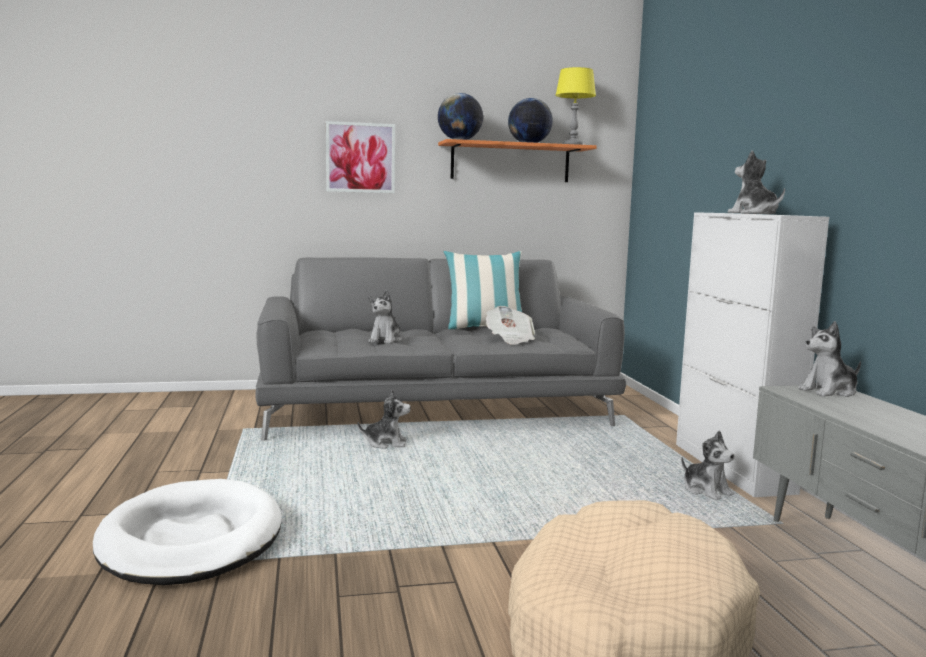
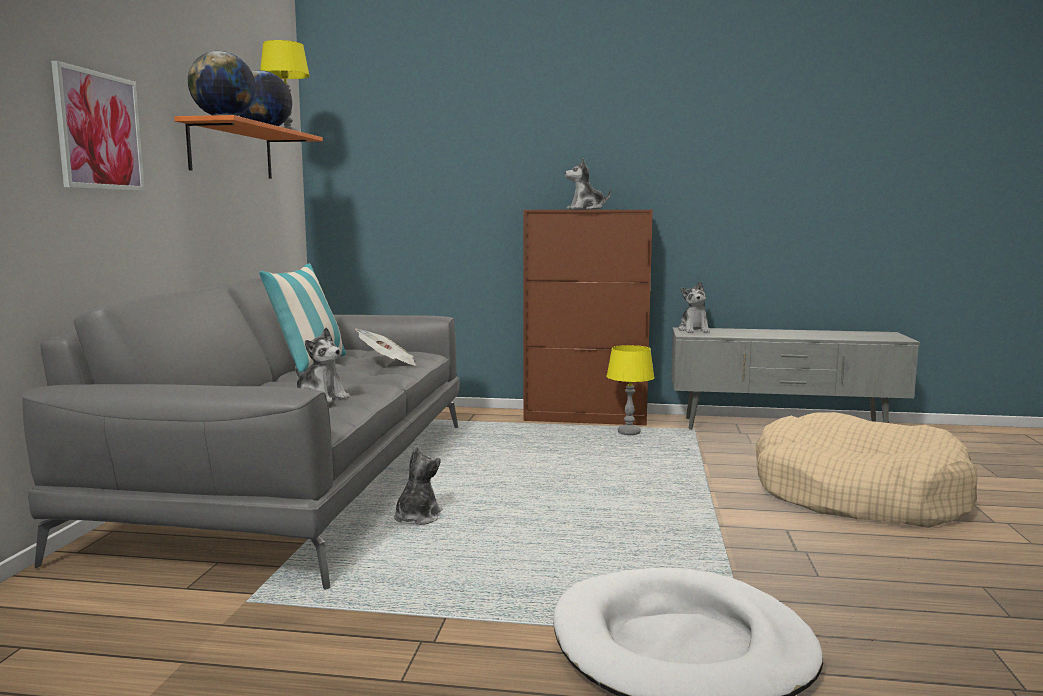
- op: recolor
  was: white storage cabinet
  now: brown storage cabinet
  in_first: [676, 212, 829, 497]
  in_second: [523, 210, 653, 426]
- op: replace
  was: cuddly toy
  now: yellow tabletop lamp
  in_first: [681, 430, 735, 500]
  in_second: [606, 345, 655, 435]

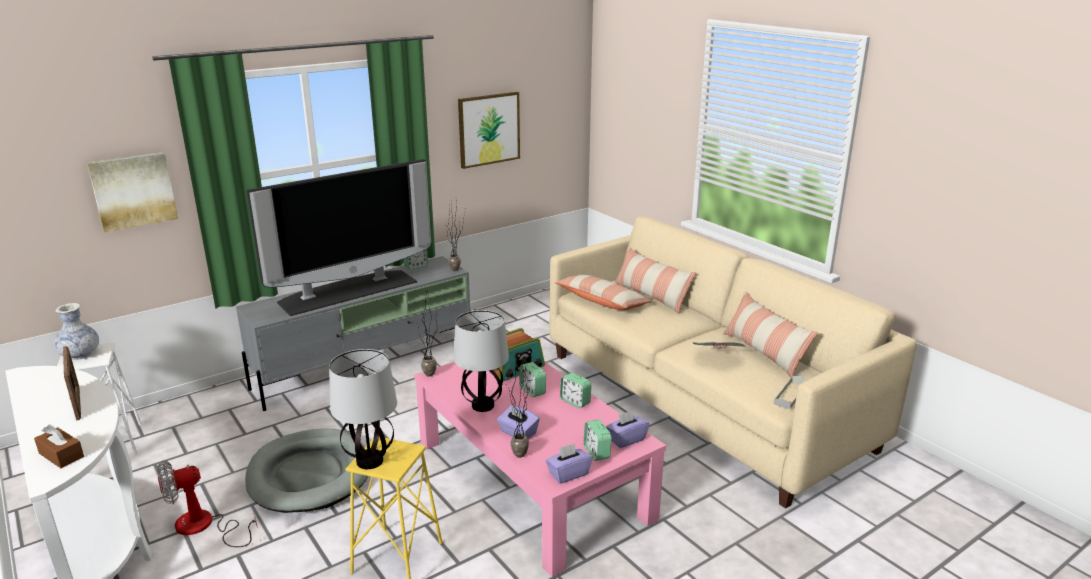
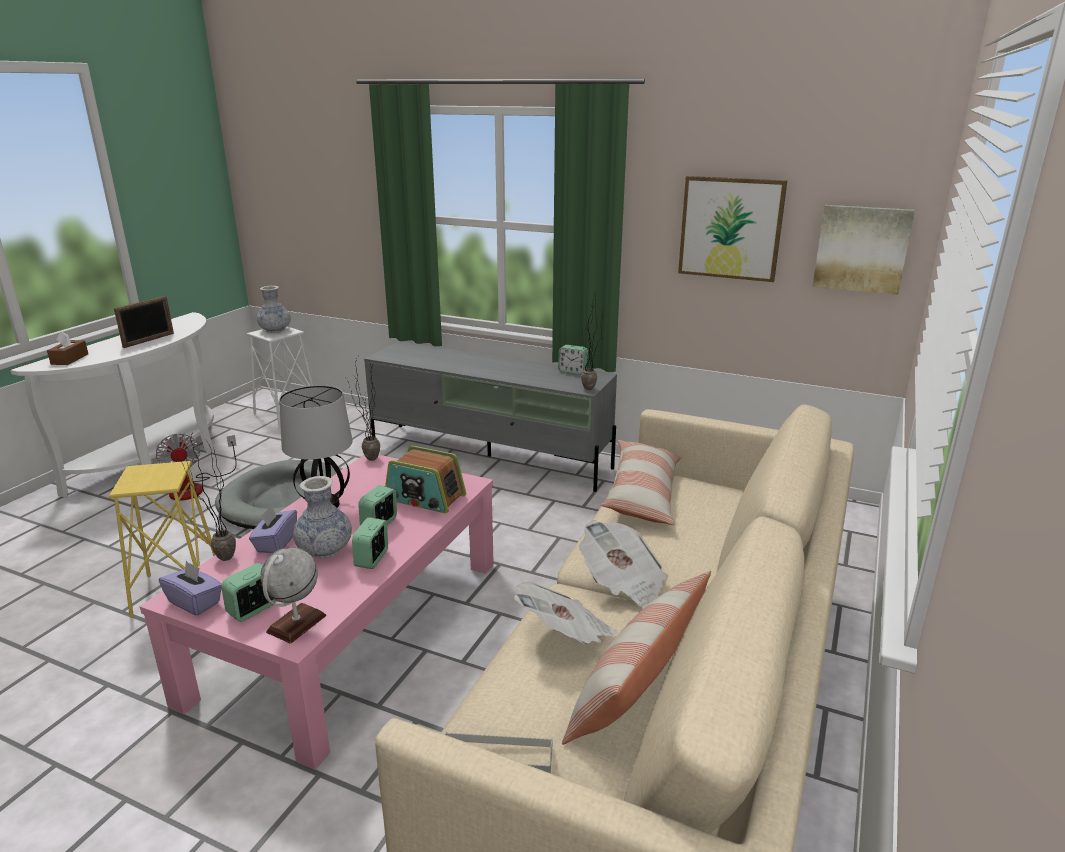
- op: rotate
  was: electric fan
  in_first: [157, 461, 257, 547]
  in_second: [156, 434, 237, 501]
  clockwise: -150
- op: replace
  was: purplish tissue box
  now: globe
  in_first: [606, 410, 650, 448]
  in_second: [260, 547, 326, 644]
- op: insert
  now: flower vase
  in_second: [293, 476, 352, 558]
- op: insert
  now: daily paper
  in_second: [579, 520, 668, 607]
- op: move
  was: wall art
  in_first: [87, 152, 178, 232]
  in_second: [812, 205, 915, 295]
- op: delete
  was: TV set
  in_first: [246, 159, 431, 316]
- op: delete
  was: tabletop lamp
  in_first: [329, 349, 397, 469]
- op: delete
  was: cushion
  in_first: [614, 247, 696, 314]

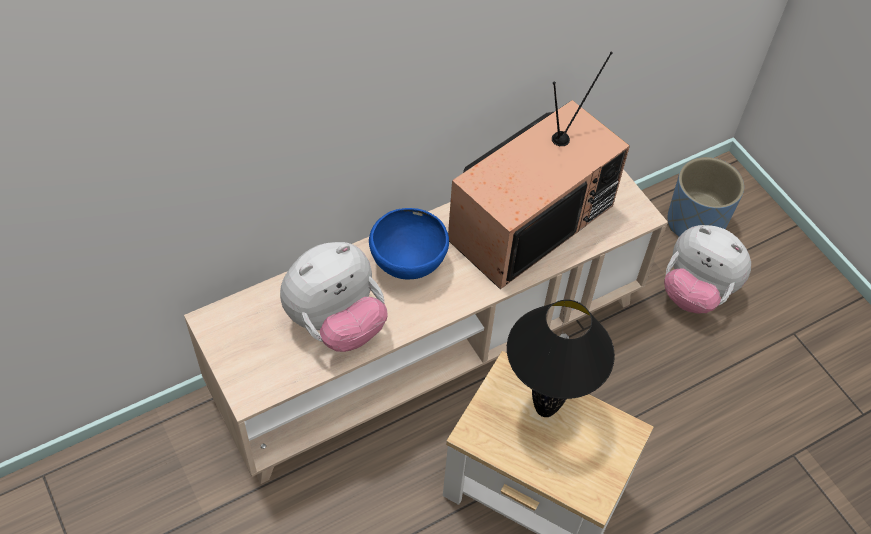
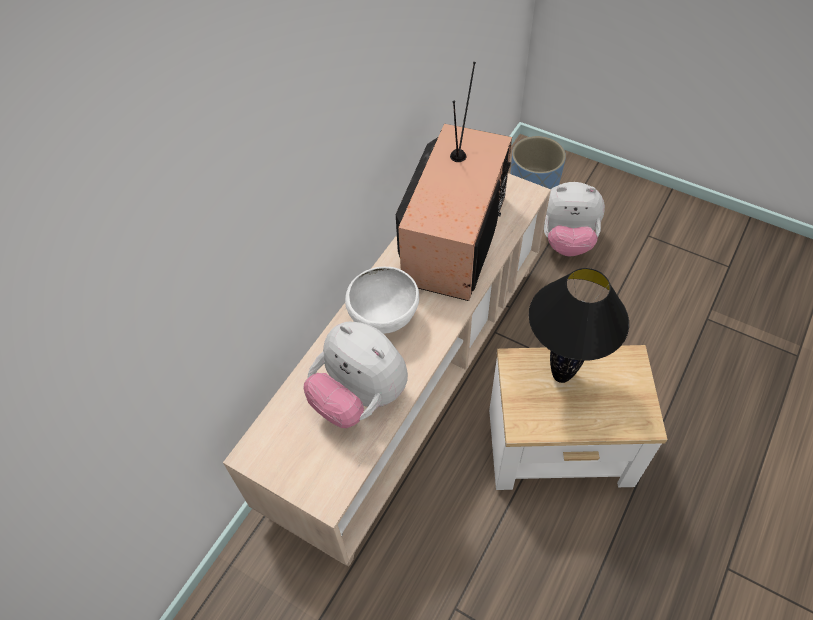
- op: rotate
  was: cuddly toy
  in_first: [280, 242, 388, 352]
  in_second: [304, 321, 408, 428]
  clockwise: 105
- op: recolor
  was: blue bowl
  now: white bowl
  in_first: [369, 208, 449, 280]
  in_second: [345, 267, 419, 334]

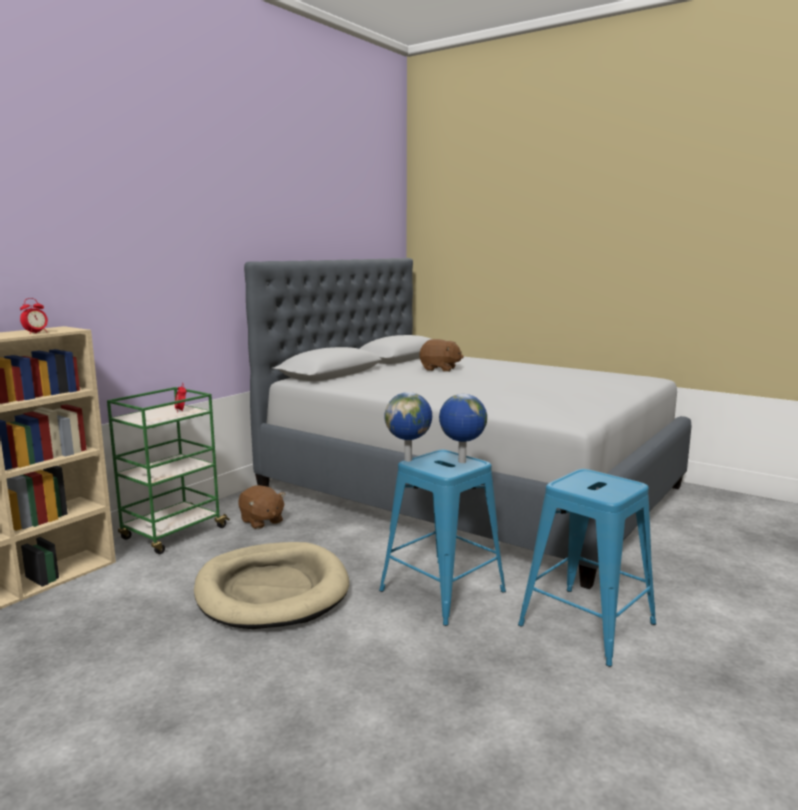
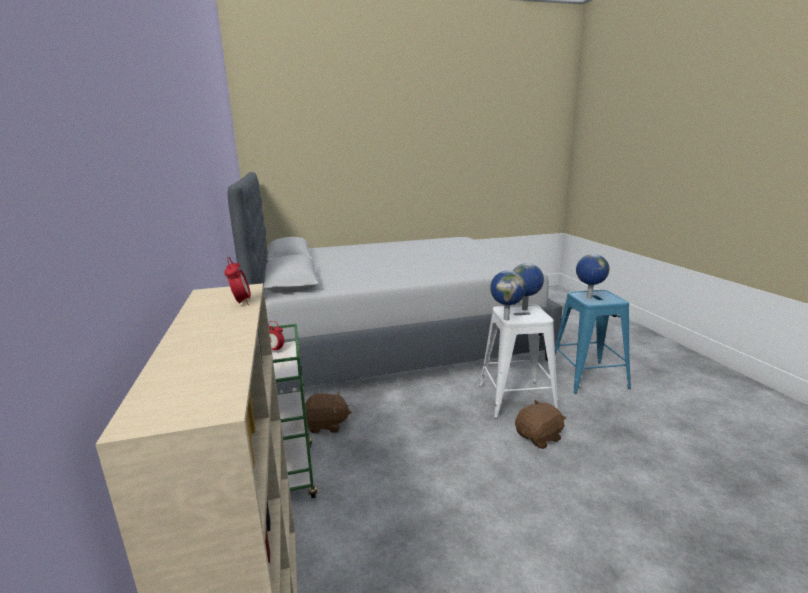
- op: recolor
  was: blue sitting stool
  now: white sitting stool
  in_first: [379, 450, 506, 626]
  in_second: [479, 305, 558, 418]
- op: move
  was: brown cuddly toy
  in_first: [419, 339, 464, 372]
  in_second: [515, 400, 567, 449]
- op: insert
  now: globe
  in_second: [576, 254, 609, 299]
- op: delete
  was: beige dog bed
  in_first: [194, 542, 349, 629]

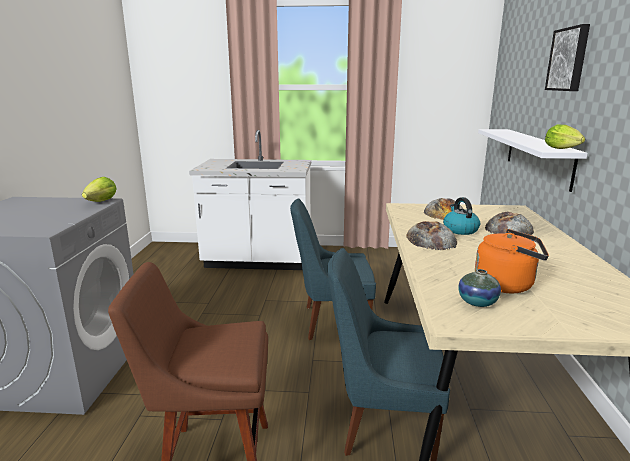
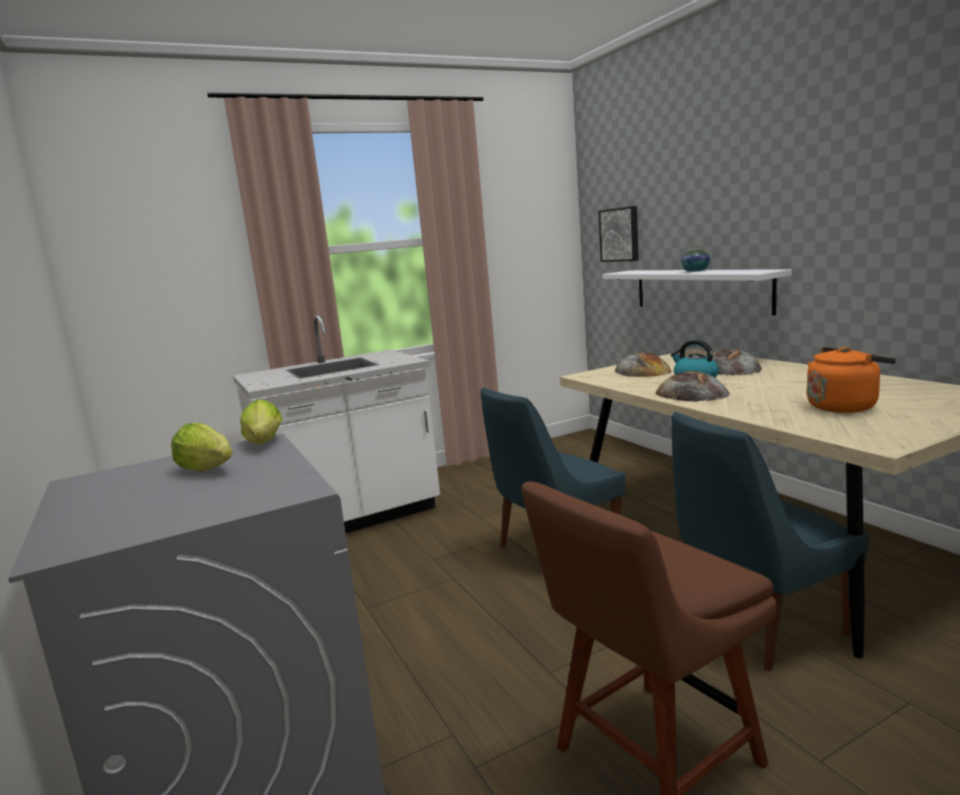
- op: move
  was: lettuce
  in_first: [545, 124, 585, 149]
  in_second: [171, 423, 233, 472]
- op: move
  was: wall art
  in_first: [545, 24, 590, 91]
  in_second: [598, 206, 639, 262]
- op: move
  was: flower vase
  in_first: [458, 269, 501, 307]
  in_second: [681, 246, 710, 272]

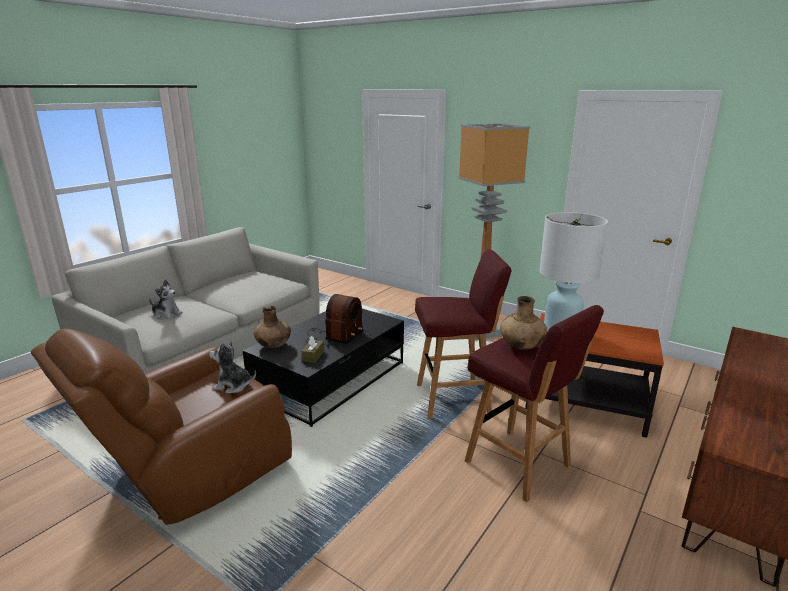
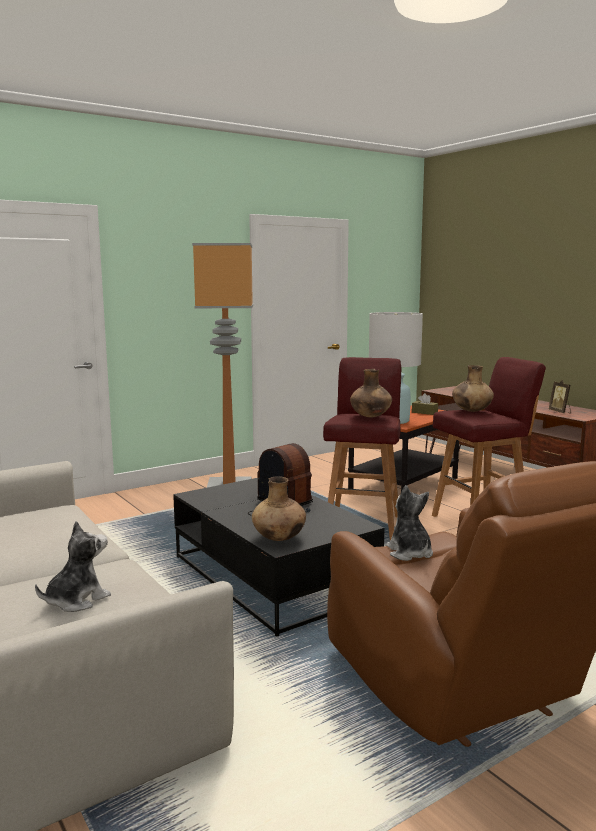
- op: insert
  now: brown flower vase
  in_second: [350, 369, 392, 417]
- op: rotate
  was: cuddly toy
  in_first: [209, 341, 256, 394]
  in_second: [386, 485, 433, 561]
  clockwise: 135
- op: move
  was: brown tissue box
  in_first: [301, 336, 324, 363]
  in_second: [412, 393, 438, 415]
- op: insert
  now: picture frame
  in_second: [549, 380, 571, 413]

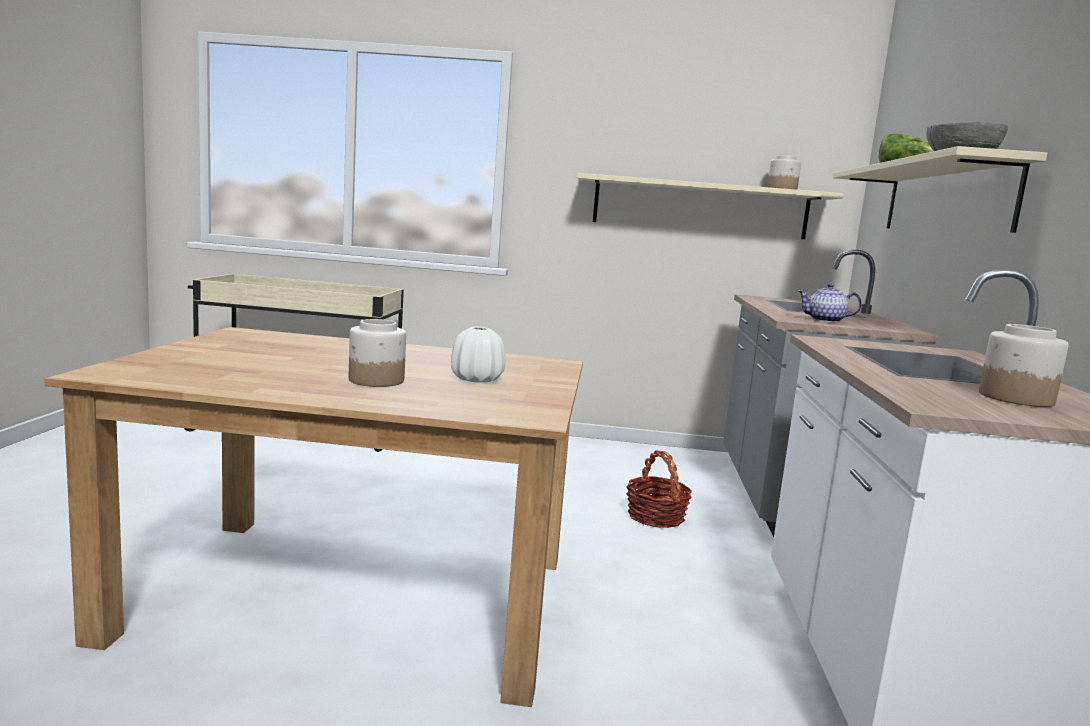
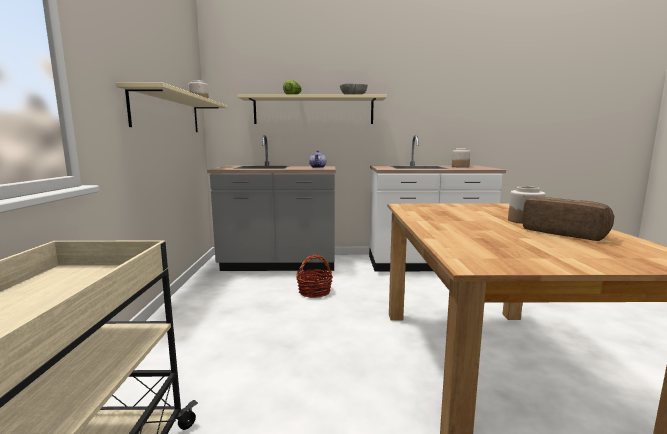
- op: insert
  now: baked bread
  in_second: [522, 197, 614, 241]
- op: delete
  was: white flower vase
  in_first: [451, 327, 505, 383]

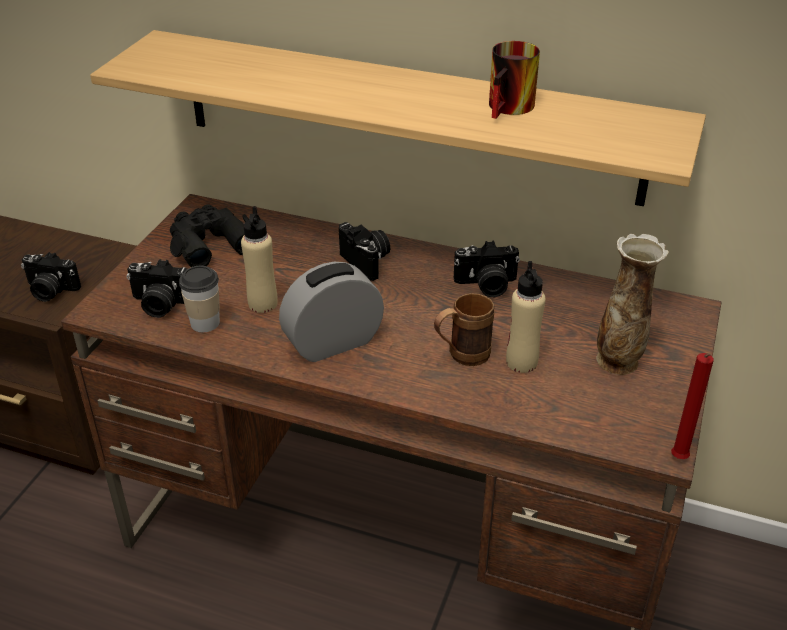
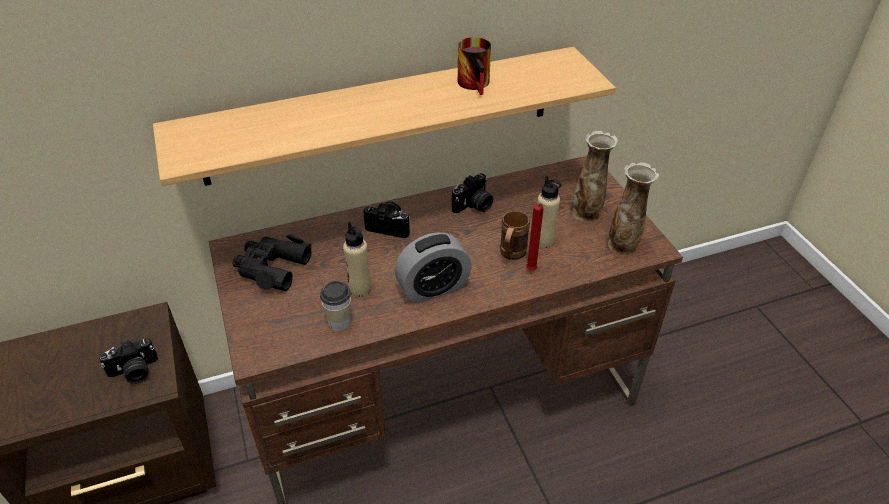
- op: rotate
  was: table clock
  in_first: [279, 262, 384, 362]
  in_second: [395, 232, 472, 303]
  clockwise: -135
- op: move
  was: red wax light
  in_first: [671, 353, 714, 459]
  in_second: [526, 203, 544, 271]
- op: insert
  now: flower vase
  in_second: [608, 162, 659, 256]
- op: delete
  was: photo camera
  in_first: [127, 259, 187, 318]

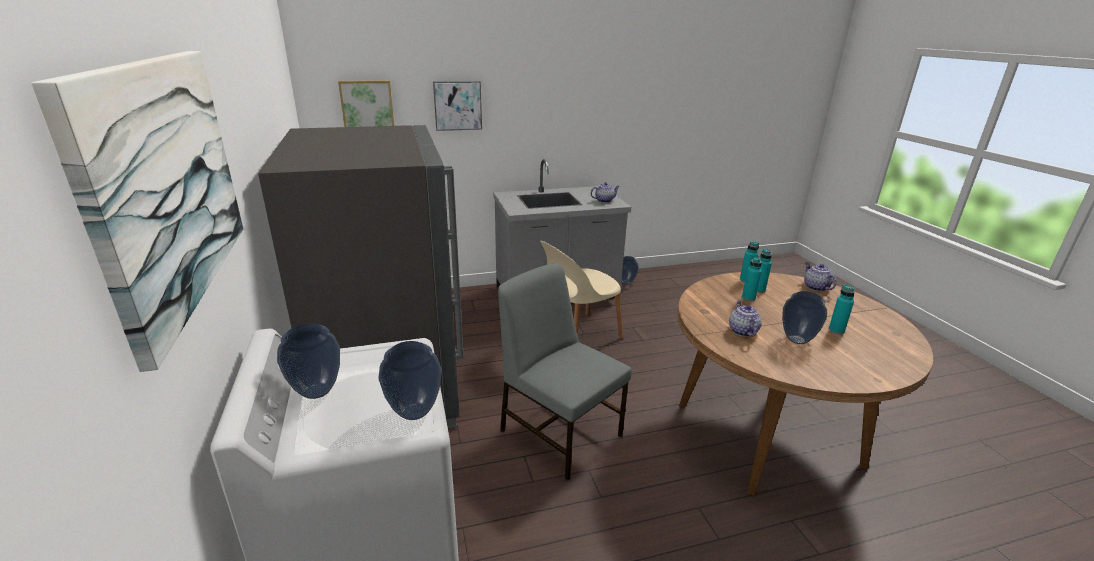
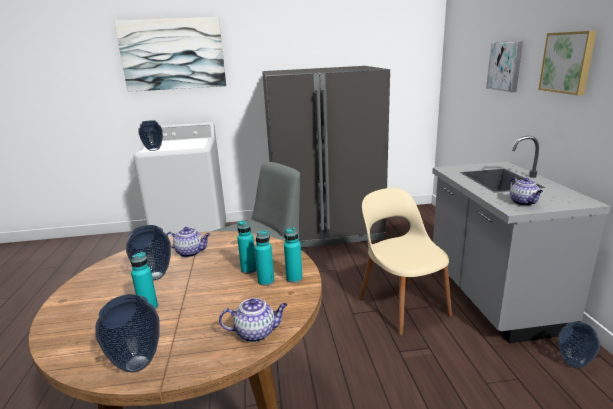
- op: move
  was: flower vase
  in_first: [277, 323, 340, 399]
  in_second: [96, 294, 160, 372]
- op: move
  was: wall art
  in_first: [338, 80, 394, 127]
  in_second: [538, 31, 596, 95]

